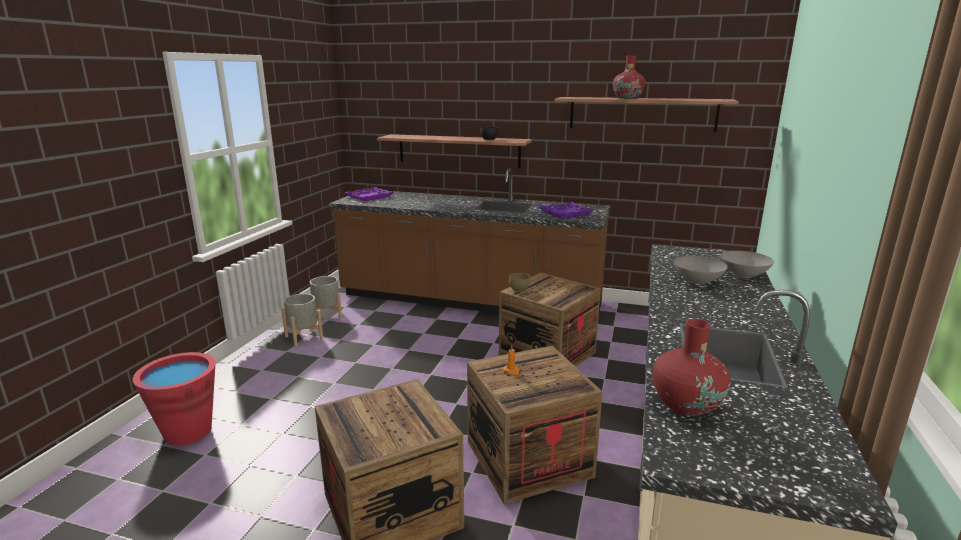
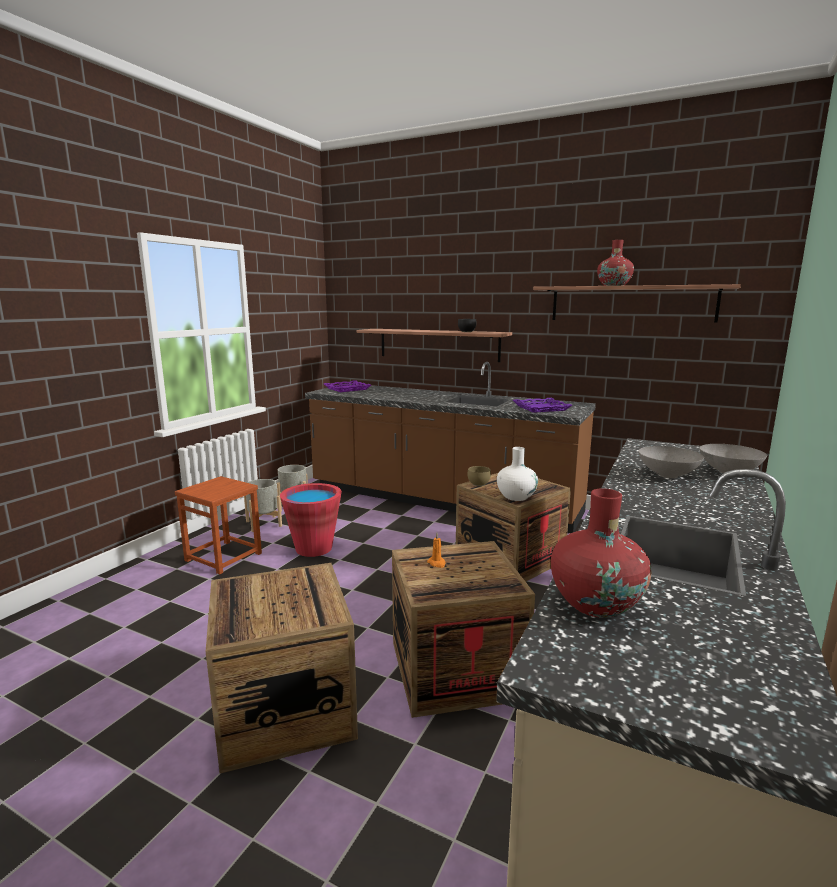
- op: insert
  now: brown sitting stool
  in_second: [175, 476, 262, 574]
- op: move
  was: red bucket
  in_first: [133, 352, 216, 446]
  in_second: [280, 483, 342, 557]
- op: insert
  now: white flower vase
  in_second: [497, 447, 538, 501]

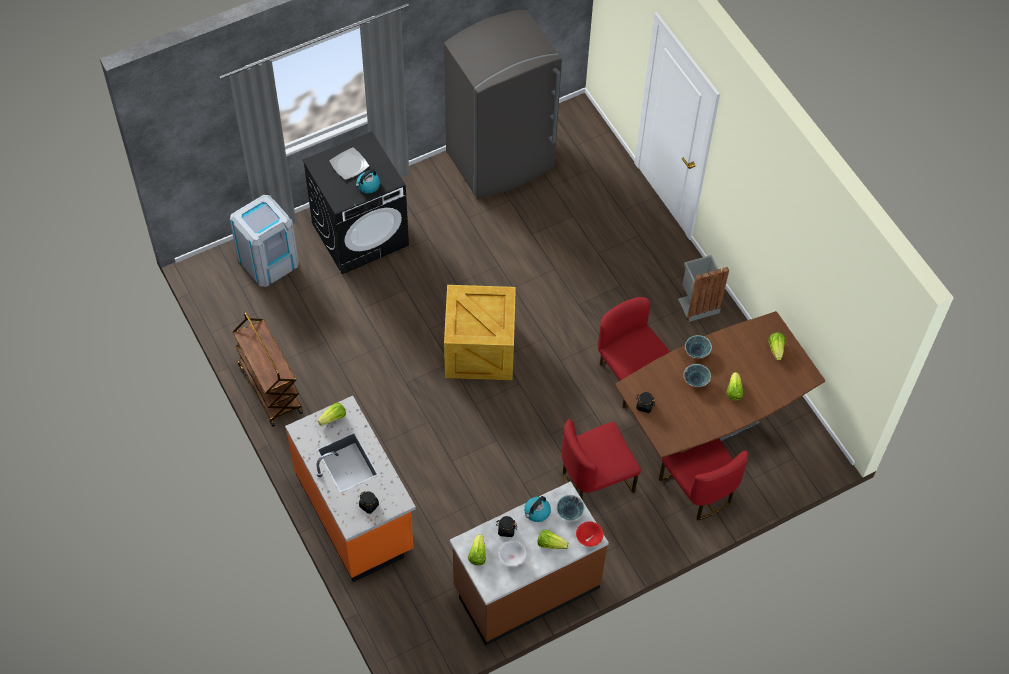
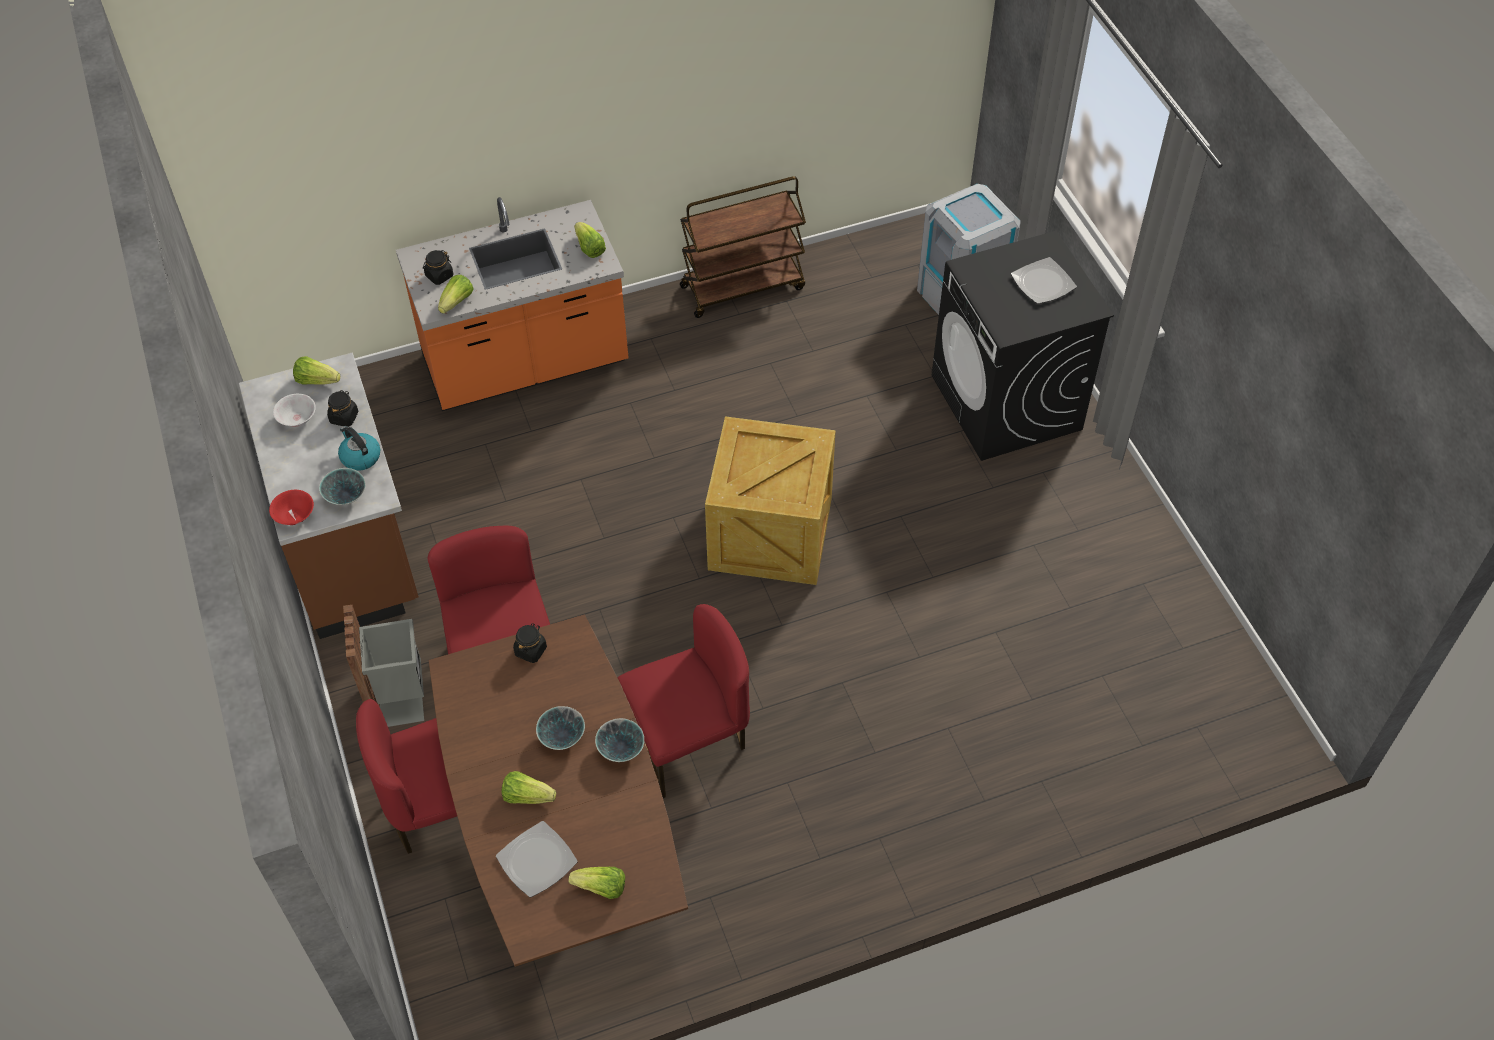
- op: move
  was: grey waste bin
  in_first: [678, 255, 729, 322]
  in_second: [343, 605, 424, 727]
- op: move
  was: lettuce
  in_first: [537, 530, 569, 549]
  in_second: [438, 275, 474, 314]
- op: insert
  now: plate
  in_second: [496, 821, 578, 897]
- op: delete
  was: tea kettle
  in_first: [356, 169, 380, 194]
- op: delete
  was: grey fridge
  in_first: [444, 10, 562, 199]

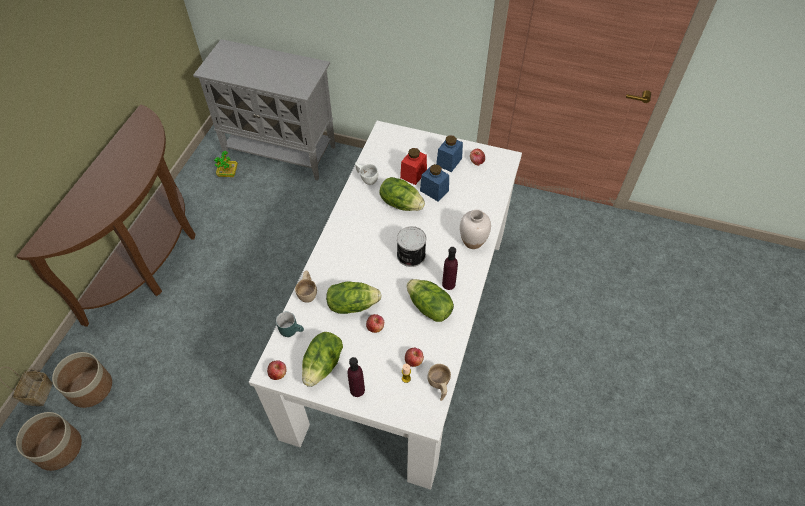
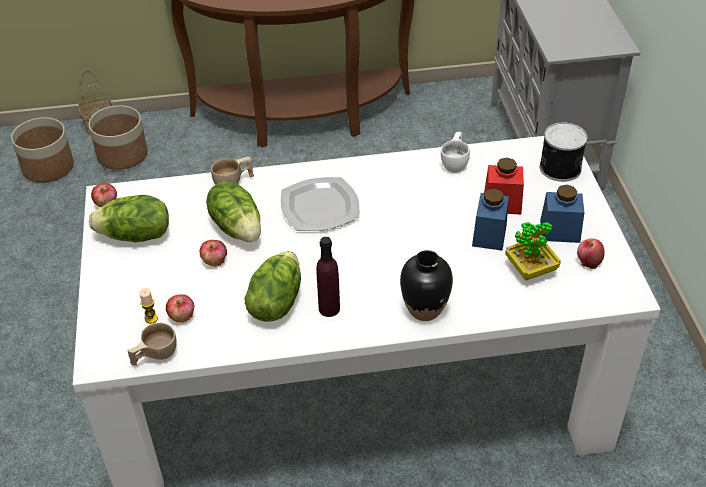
- op: insert
  now: plate
  in_second: [281, 177, 359, 231]
- op: recolor
  was: white flower vase
  now: black flower vase
  in_first: [460, 209, 491, 249]
  in_second: [400, 250, 453, 321]
- op: move
  was: potted plant
  in_first: [214, 151, 238, 177]
  in_second: [505, 222, 561, 281]
- op: move
  was: sealed can
  in_first: [397, 226, 426, 267]
  in_second: [540, 122, 587, 182]
- op: delete
  was: turquoise-coloured tea mug
  in_first: [276, 312, 304, 337]
- op: delete
  was: purplish beverage bottle
  in_first: [347, 357, 365, 397]
- op: delete
  was: lettuce
  in_first: [379, 177, 425, 211]

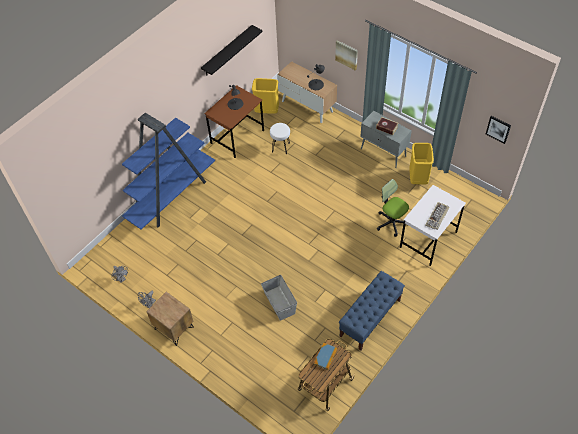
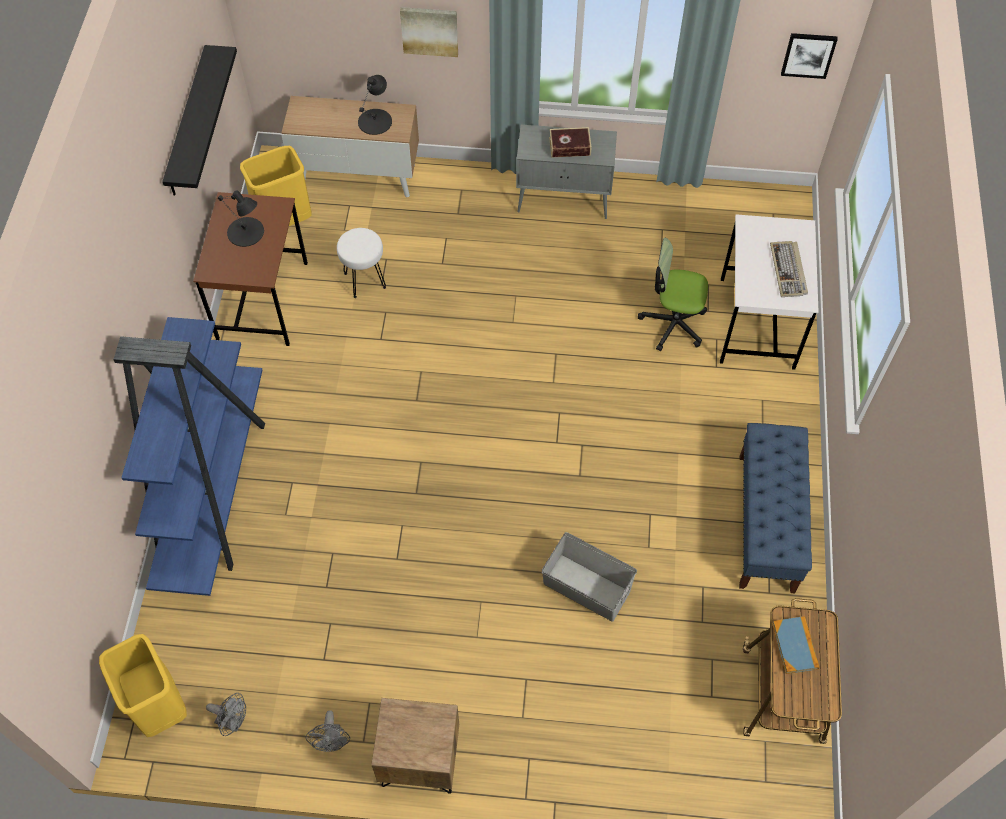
- op: move
  was: yellow waste bin
  in_first: [409, 143, 434, 184]
  in_second: [99, 634, 187, 737]

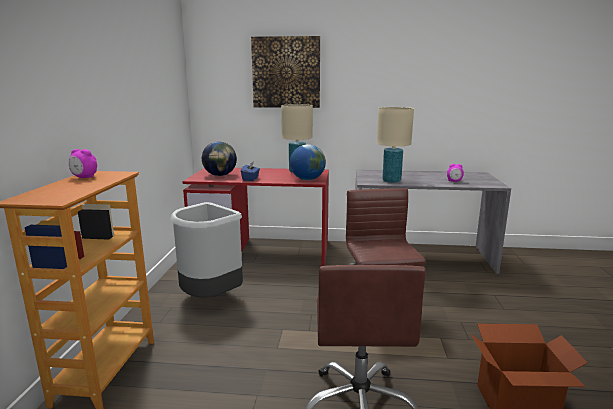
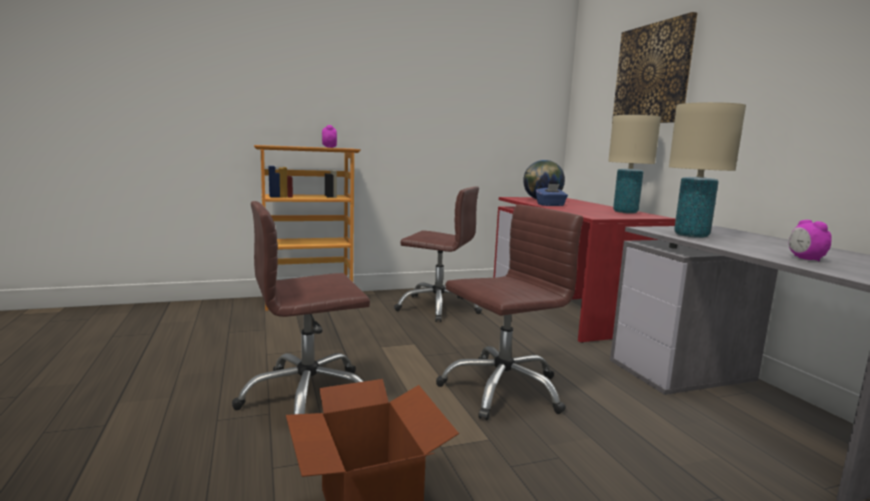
- op: replace
  was: grey waste bin
  now: brown office chair
  in_first: [171, 202, 243, 298]
  in_second: [394, 186, 482, 322]
- op: delete
  was: globe
  in_first: [290, 144, 326, 180]

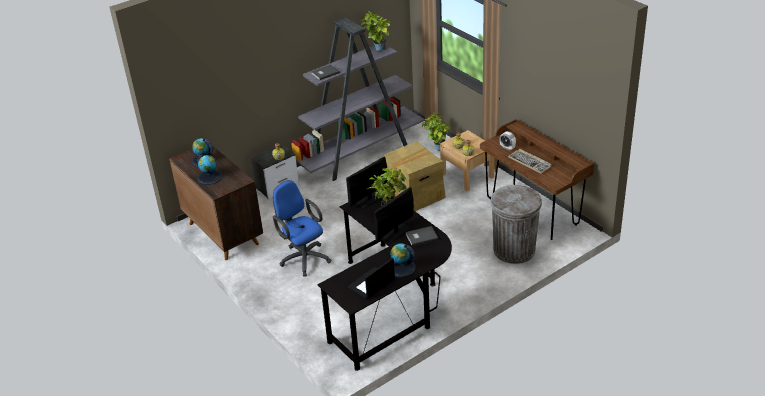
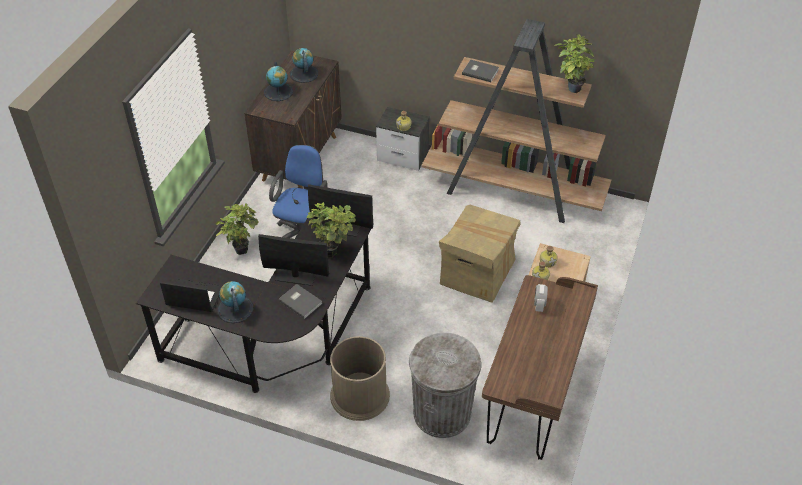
- op: move
  was: potted plant
  in_first: [421, 113, 450, 151]
  in_second: [216, 203, 259, 255]
- op: insert
  now: brown waste bin
  in_second: [330, 336, 390, 421]
- op: recolor
  was: grey bookcase
  now: brown bookcase
  in_first: [291, 17, 424, 181]
  in_second: [421, 19, 611, 223]
- op: delete
  was: keyboard
  in_first: [508, 149, 552, 174]

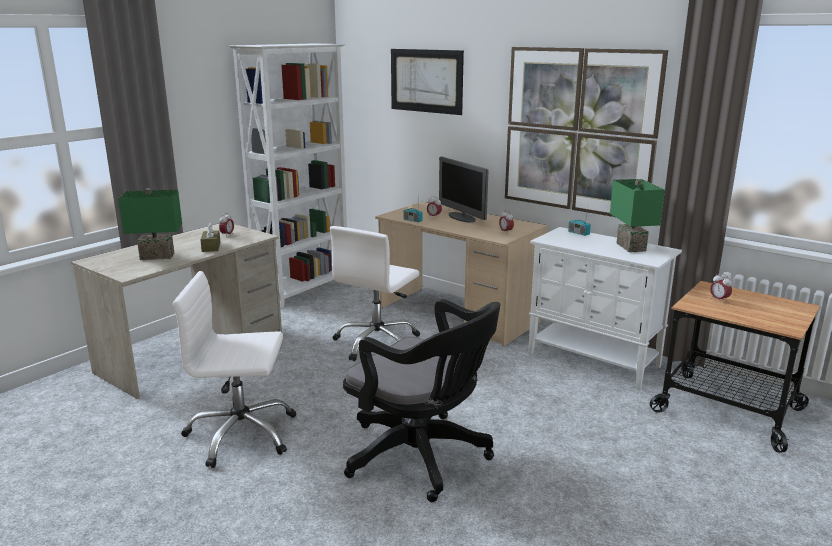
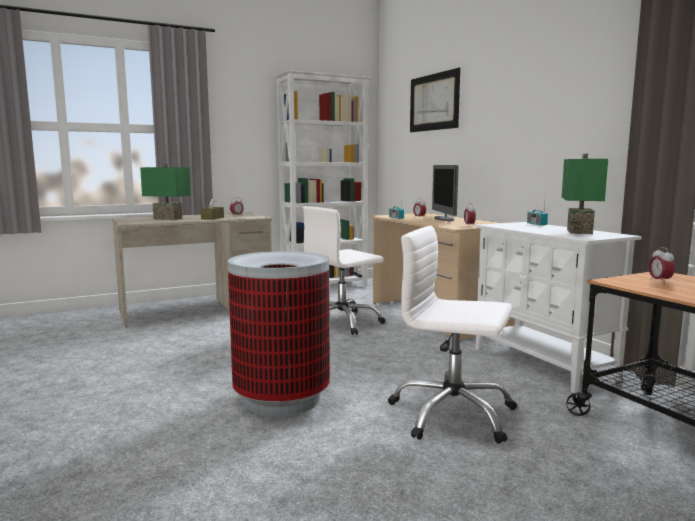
- op: replace
  was: black office chair
  now: waste bin
  in_first: [343, 299, 501, 502]
  in_second: [228, 251, 330, 417]
- op: move
  was: white office chair
  in_first: [173, 271, 296, 468]
  in_second: [388, 226, 517, 444]
- op: delete
  was: wall art
  in_first: [505, 47, 668, 217]

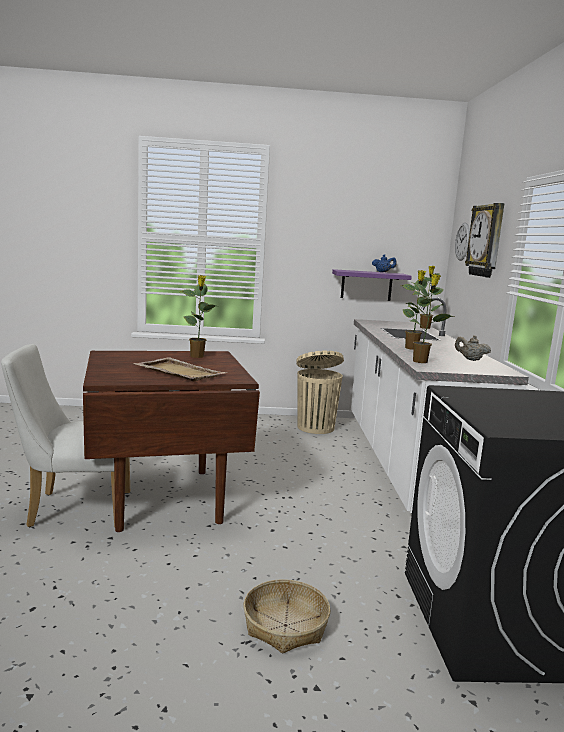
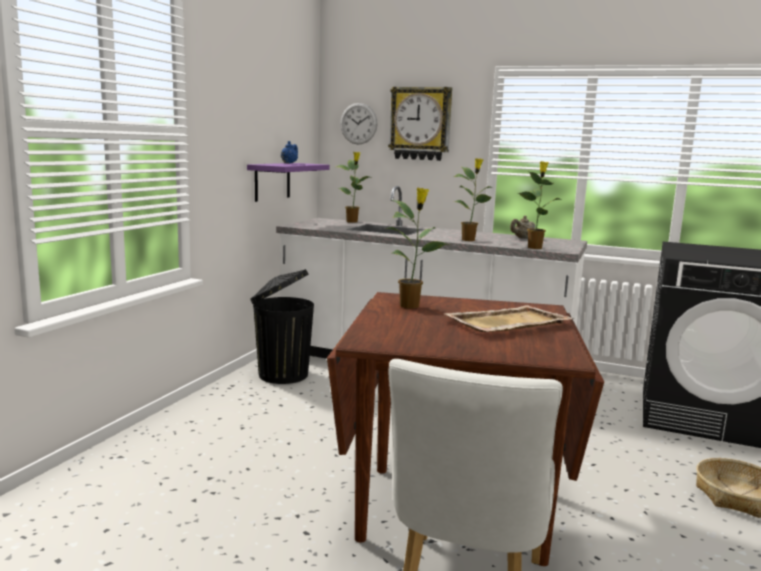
- op: recolor
  was: beige waste bin
  now: black waste bin
  in_first: [297, 351, 344, 434]
  in_second: [250, 269, 314, 384]

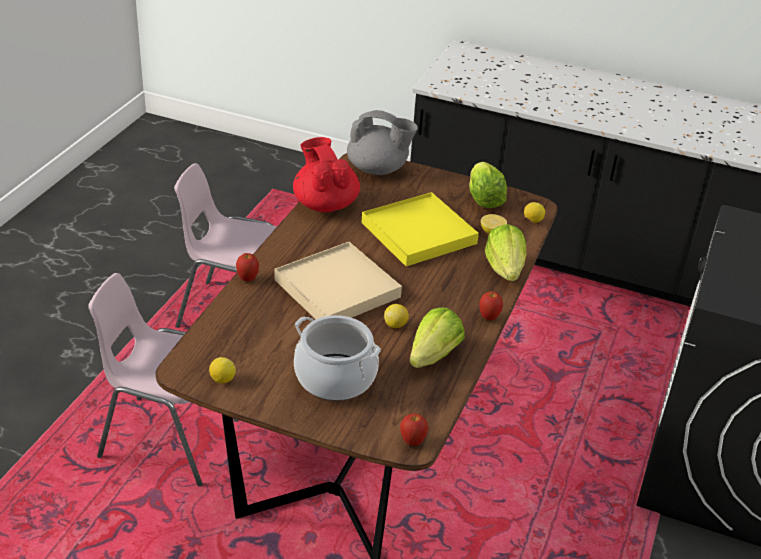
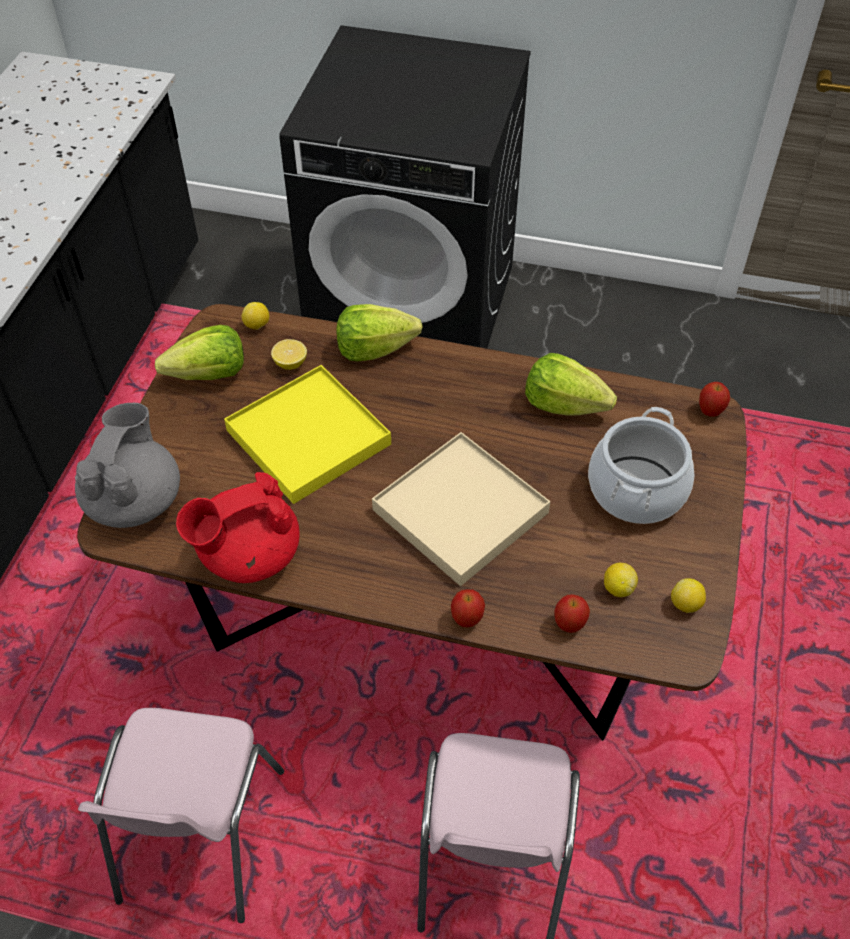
- op: move
  was: apple
  in_first: [479, 291, 503, 320]
  in_second: [554, 594, 590, 633]
- op: move
  was: citrus fruit
  in_first: [384, 304, 409, 328]
  in_second: [604, 563, 638, 597]

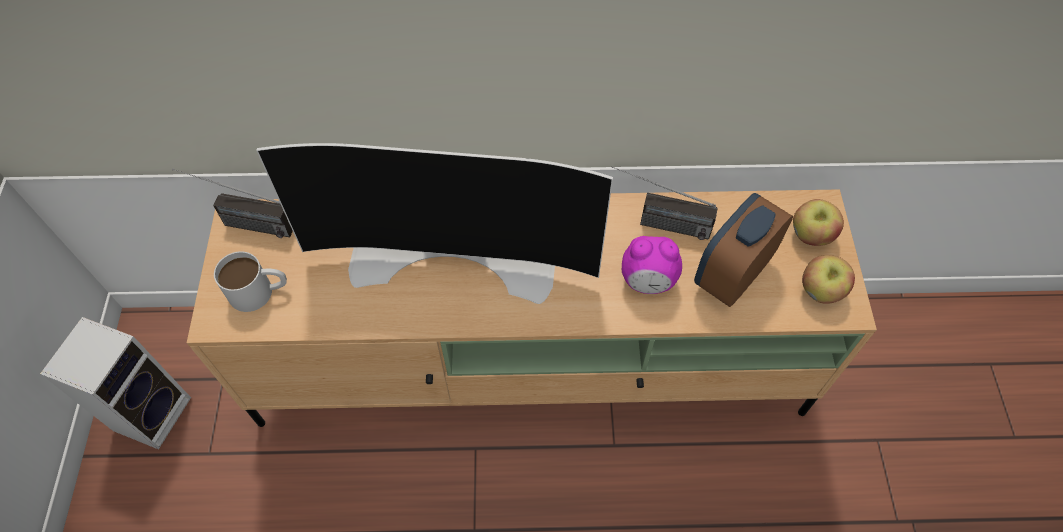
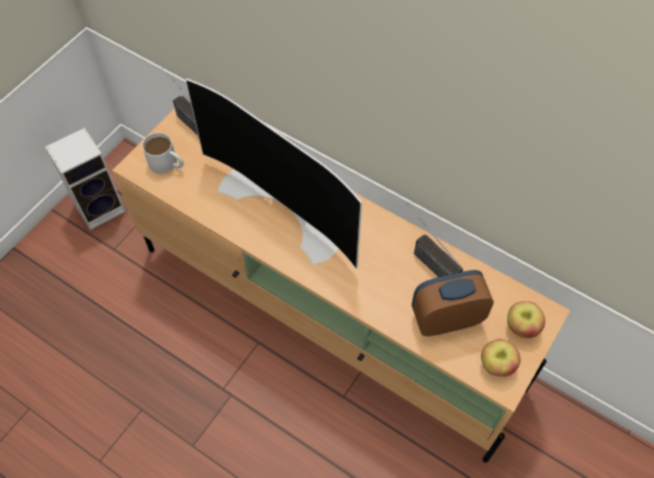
- op: delete
  was: table clock
  in_first: [622, 236, 682, 294]

